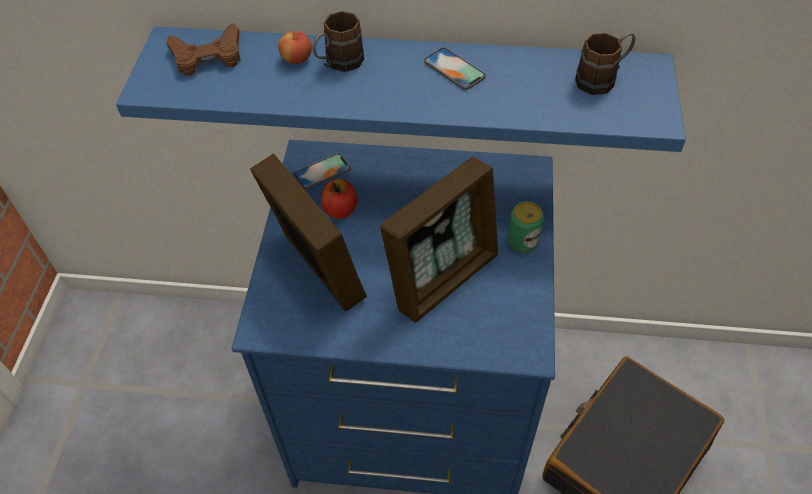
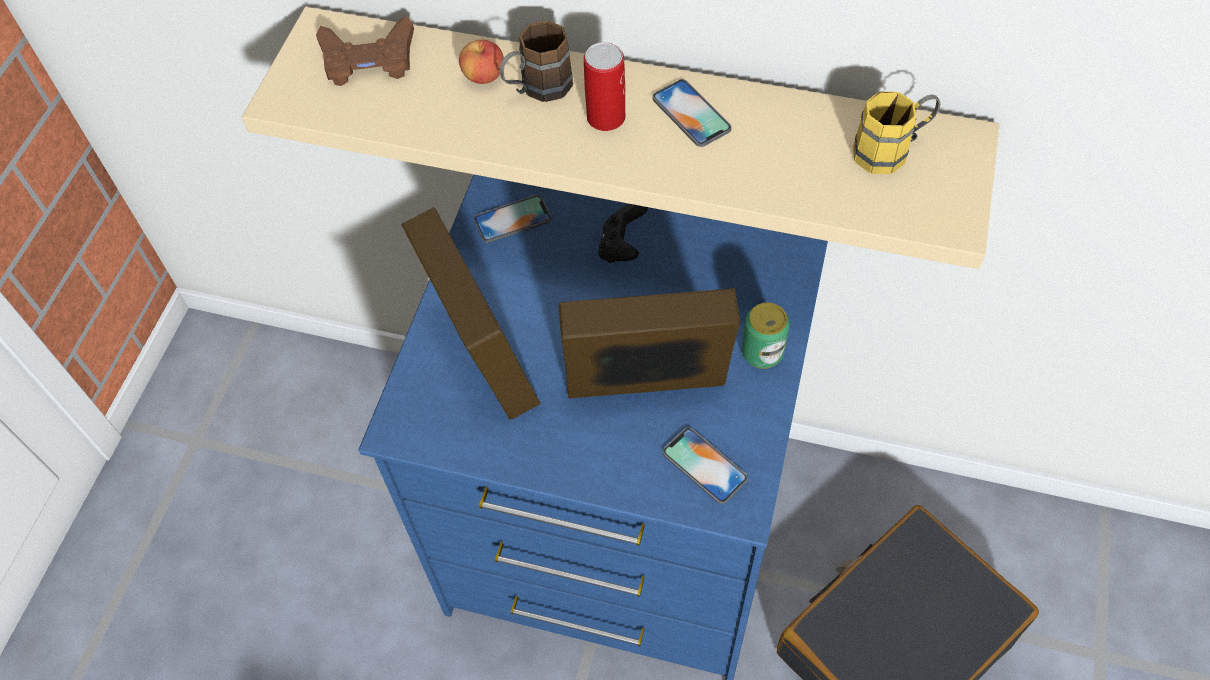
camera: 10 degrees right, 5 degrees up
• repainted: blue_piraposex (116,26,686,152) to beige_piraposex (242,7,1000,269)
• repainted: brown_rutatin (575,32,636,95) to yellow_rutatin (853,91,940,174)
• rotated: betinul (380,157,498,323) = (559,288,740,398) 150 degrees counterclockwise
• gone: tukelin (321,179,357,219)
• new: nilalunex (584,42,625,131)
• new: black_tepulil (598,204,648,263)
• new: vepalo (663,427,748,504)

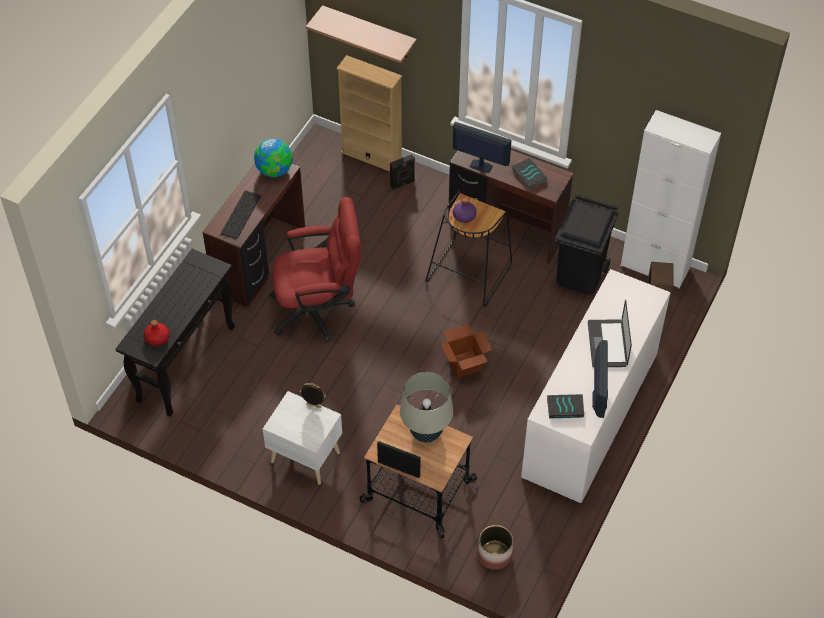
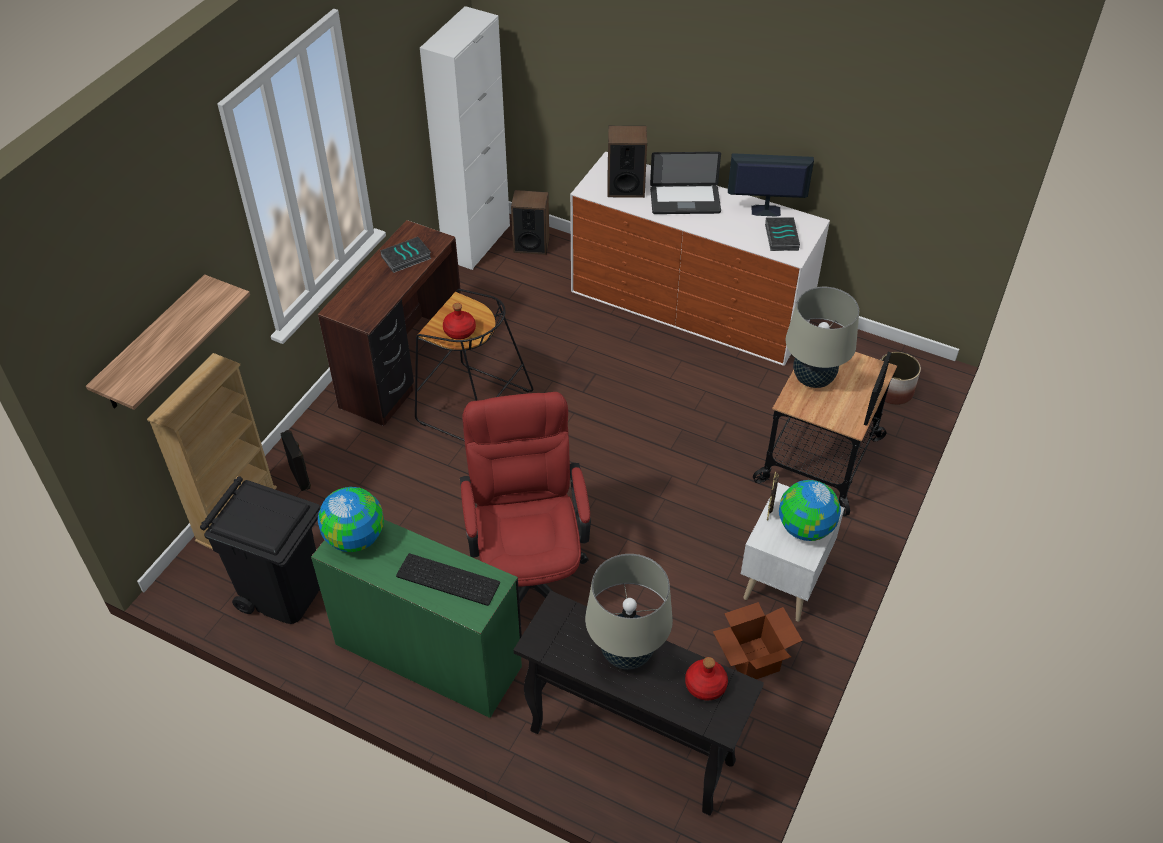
camera: 90 degrees left, 5 degrees down
• gone: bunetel (453,122,511,173)
• repainted: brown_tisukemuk (202,163,305,308) to green_tisukemuk (311,520,522,718)
• shifted: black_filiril (554,195,618,295) to (200,476,321,624)
• repainted: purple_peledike (453,197,477,223) to red_peledike (443,303,476,340)
• shifted: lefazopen (440,324,492,378) to (713,602,803,679)
• new: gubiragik (607,126,647,198)
• new: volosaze (779,480,841,541)
• new: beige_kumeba (585,554,673,670)

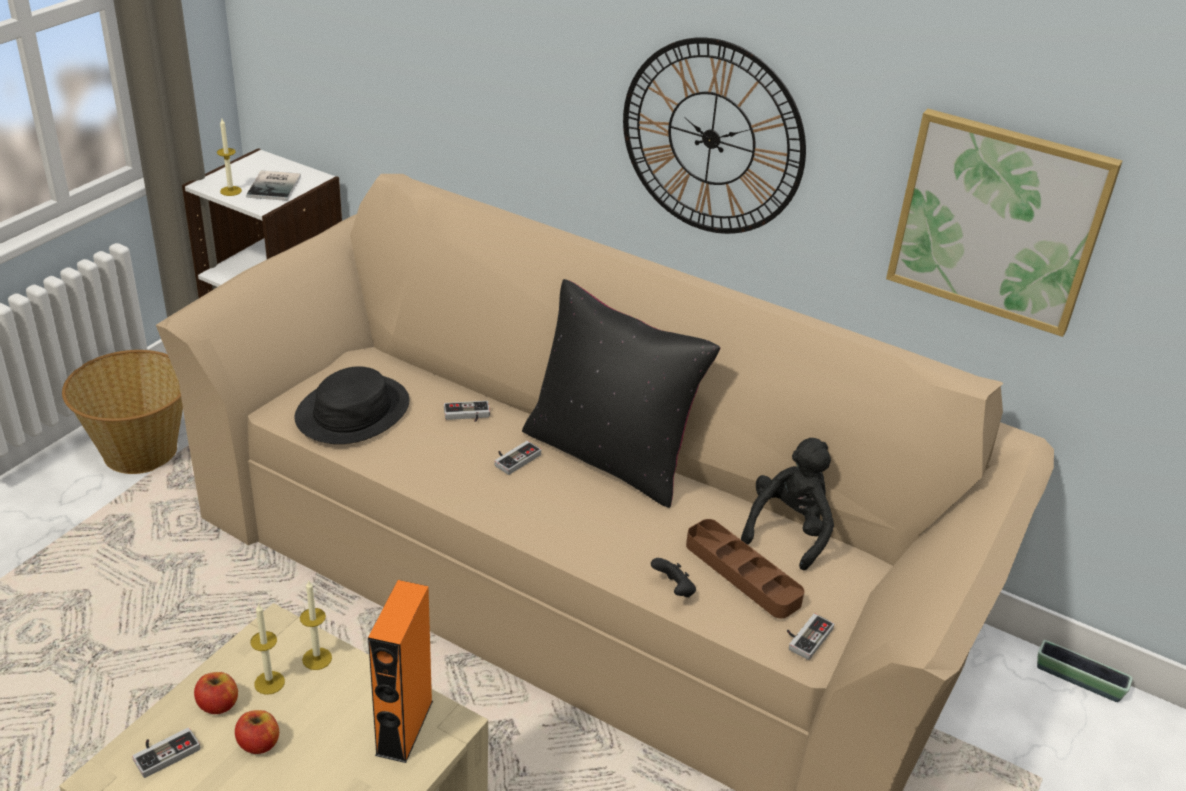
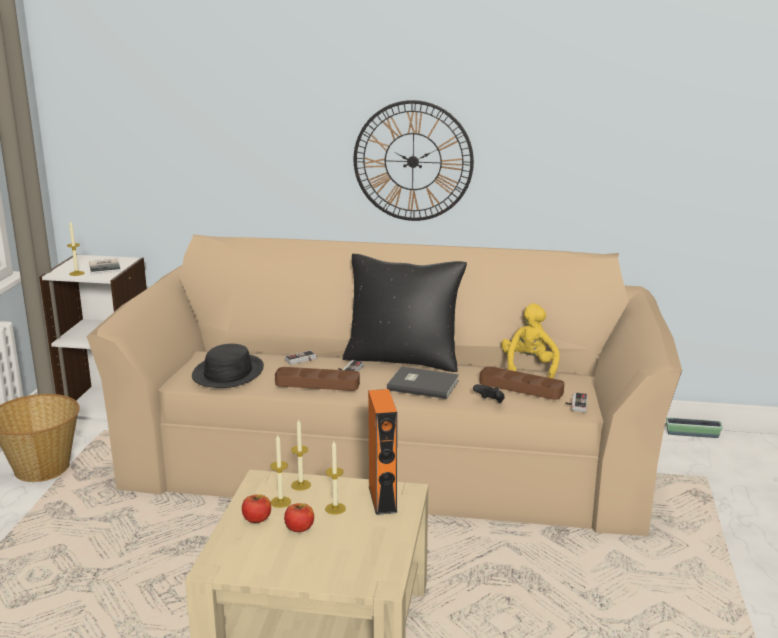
camera: 20 degrees left, 15 degrees down
• gone: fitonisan (886,109,1122,337)
• repainted: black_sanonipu (741,438,834,571) to yellow_sanonipu (501,303,559,379)
• gone: tepulil (132,728,200,778)
• new: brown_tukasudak (275,367,360,391)
• new: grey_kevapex (387,367,459,399)
• new: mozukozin (325,441,346,515)

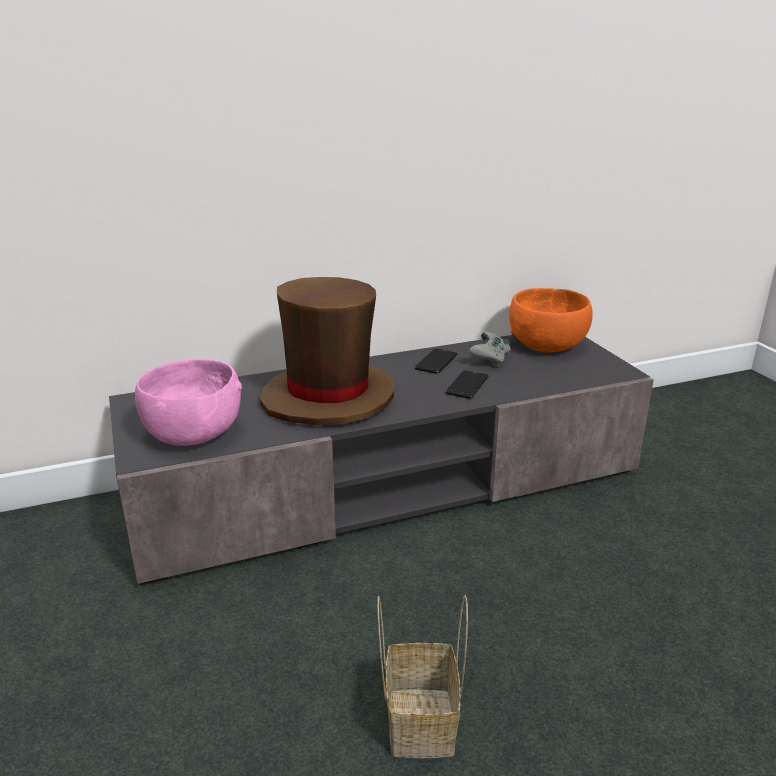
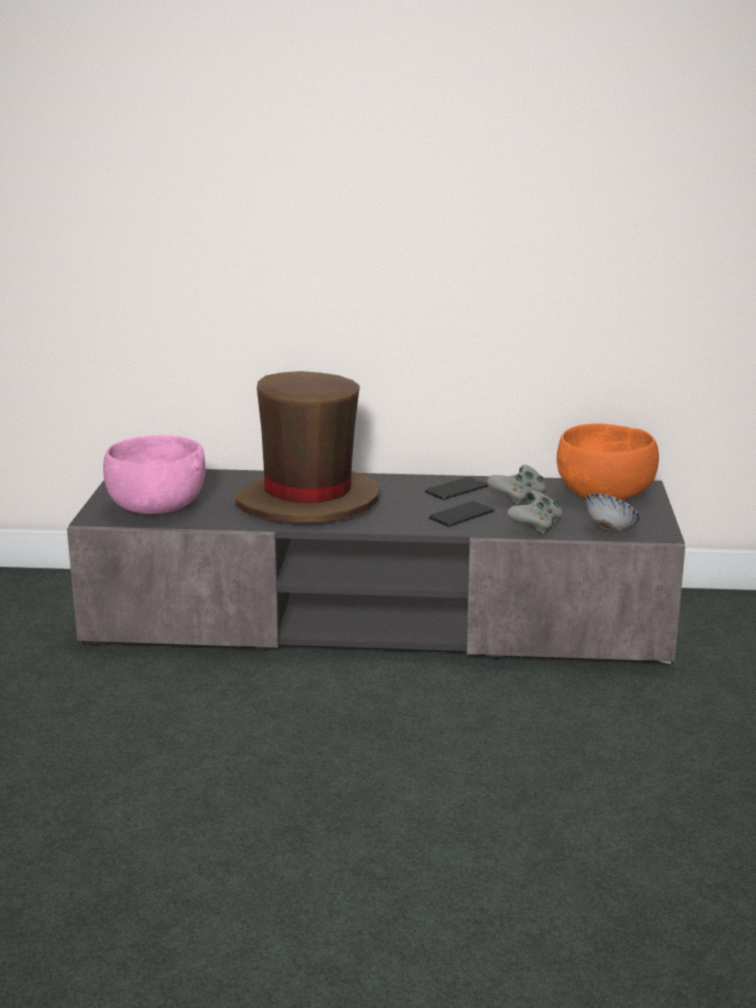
camera: 25 degrees right, 5 degrees down
• gone: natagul (377,595,468,758)
• new: grey_tepulil (507,490,563,534)
• new: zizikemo (585,493,640,531)

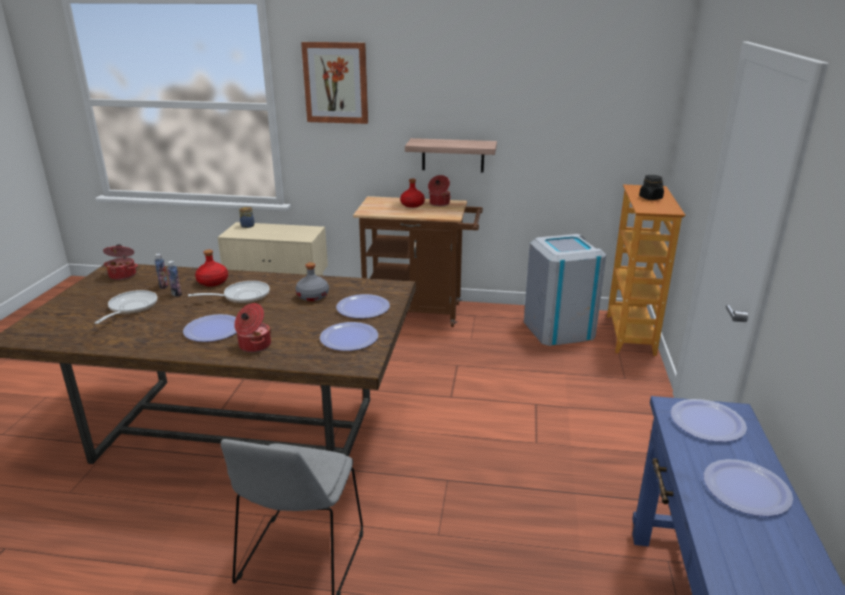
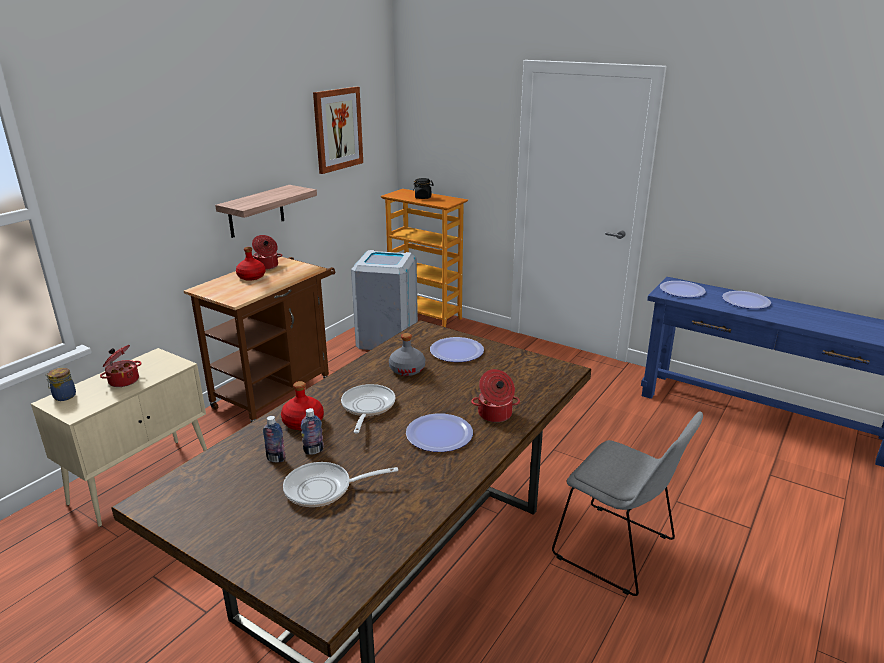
camera: 65 degrees left, 0 degrees up
• shifted: fitonisan (301,42,368,124) to (313,87,363,174)
• shifted: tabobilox (103,244,138,280) to (100,345,142,387)
• rotated: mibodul (94,290,157,324) = (283,462,398,507) 45 degrees counterclockwise
• gone: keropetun (320,322,378,351)

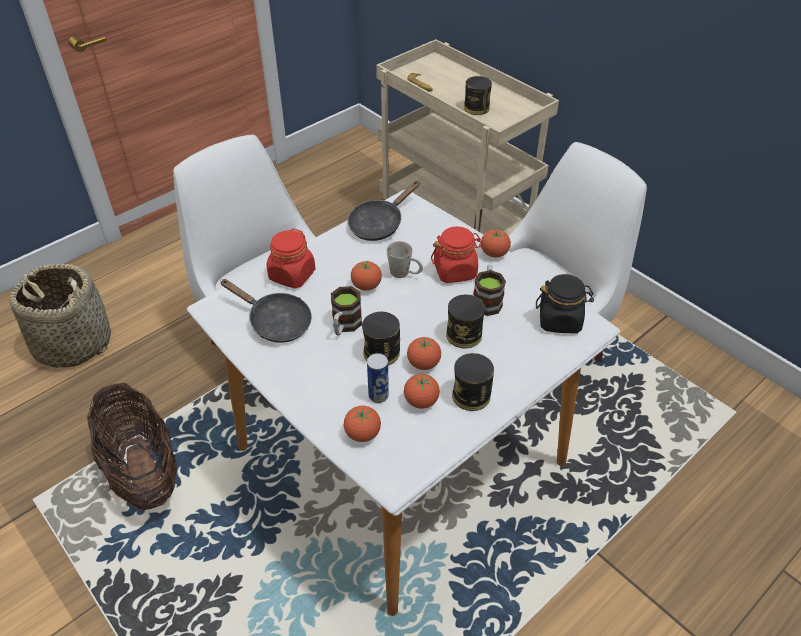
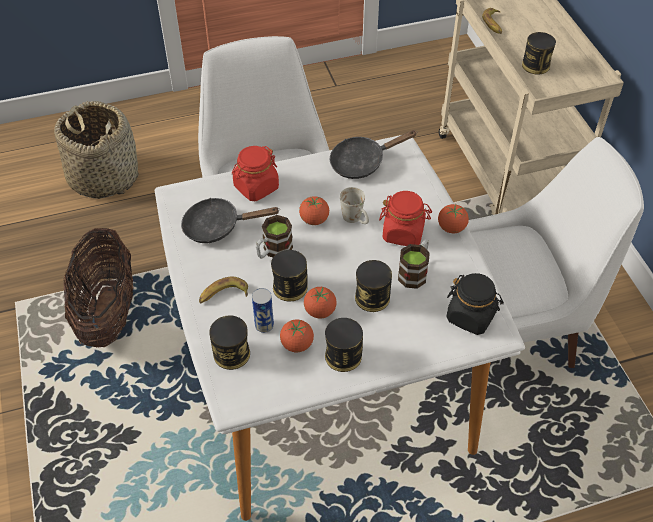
camera: 25 degrees right, 5 degrees up
• rotated: black_mibodul (220,279,312,343) = (181,198,280,243) 120 degrees clockwise
• swapped: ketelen (344,405,381,442) to nilalunex (209,315,250,370)
• new: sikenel (199,277,248,303)

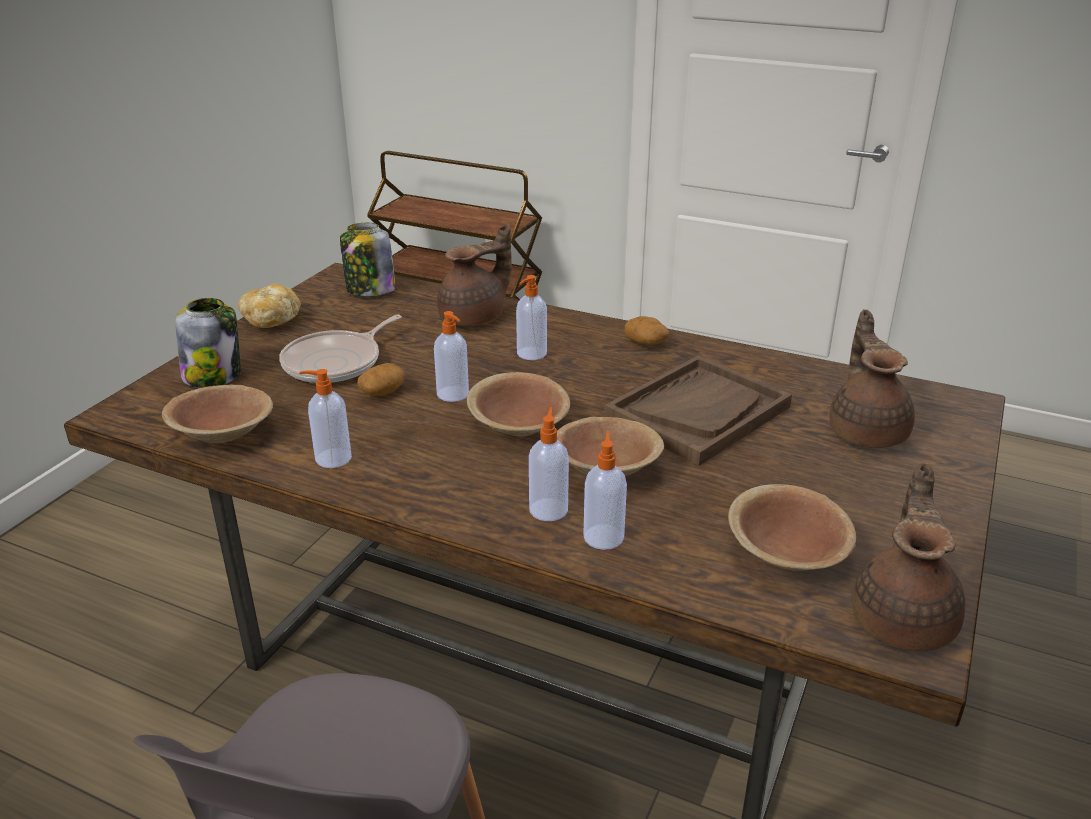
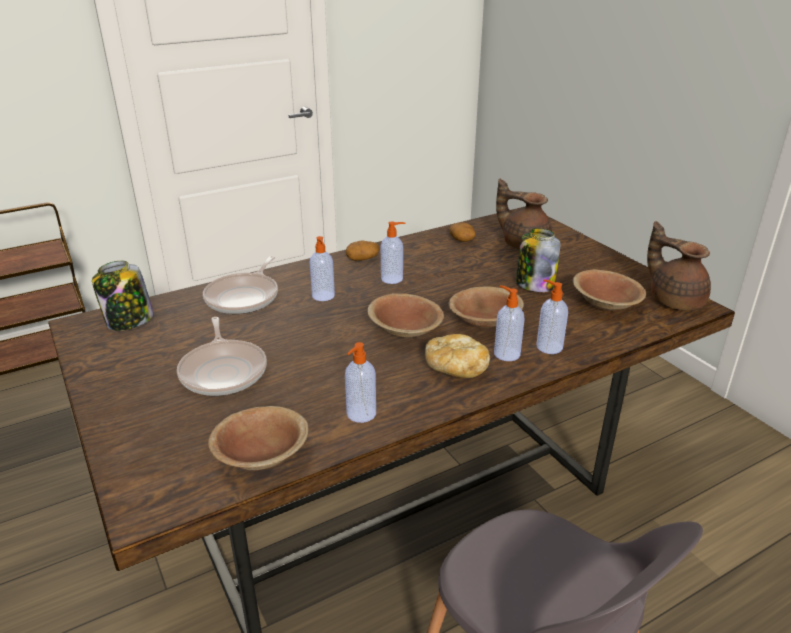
camera: 55 degrees left, 0 degrees up
• swapped: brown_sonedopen (437,223,512,326) to mibodul (203,256,278,314)
• shifted: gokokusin (238,284,301,328) to (425,334,490,378)
• shifted: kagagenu (175,298,241,387) to (516,228,560,292)
• shifted: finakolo (434,311,469,402) to (381,221,405,284)
• gone: brown_tukasudak (604,355,792,466)
• shifted: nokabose (357,363,405,396) to (449,222,476,242)

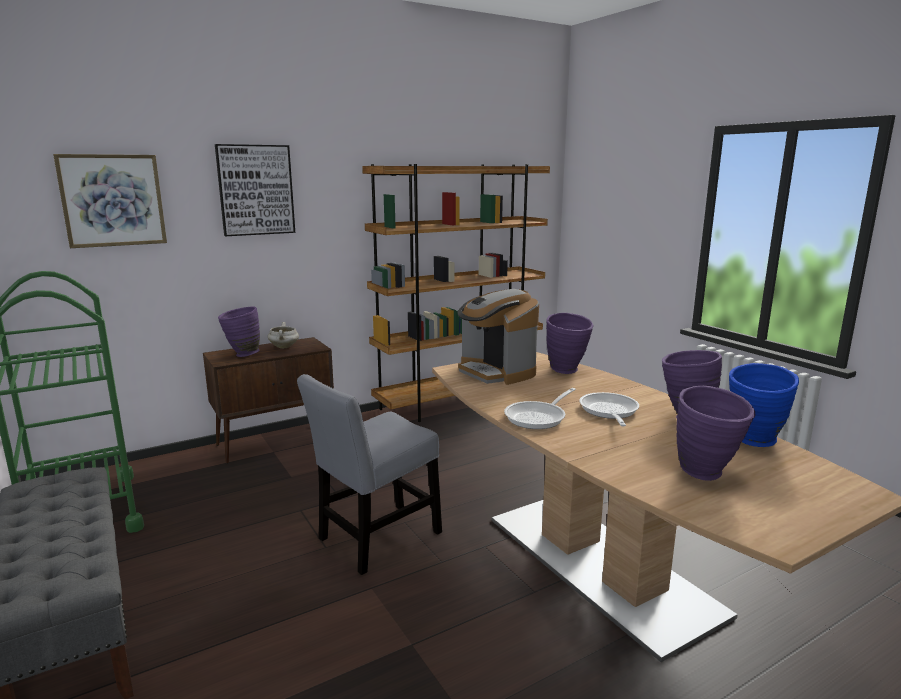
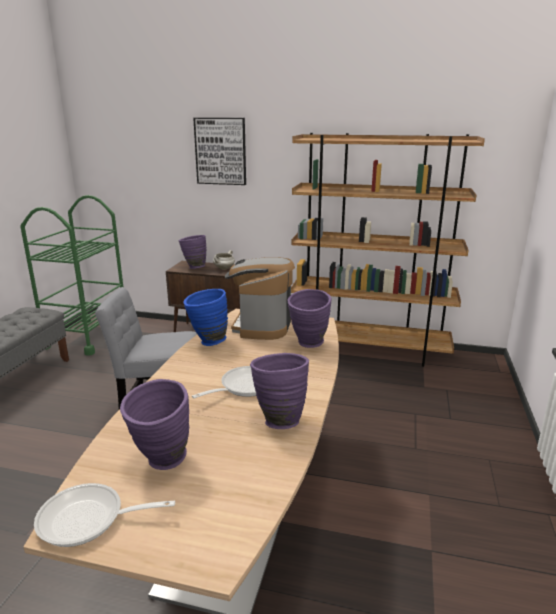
camera: 45 degrees right, 5 degrees up
• gone: fitonisan (53,154,167,248)
• shifted: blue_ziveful (729,363,799,447) to (183,289,228,346)
• shifted: mibodul (504,388,576,429) to (34,483,175,547)

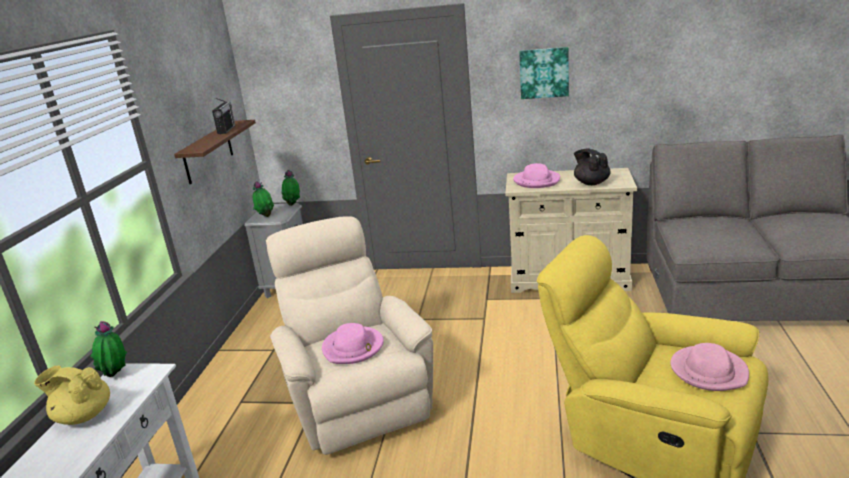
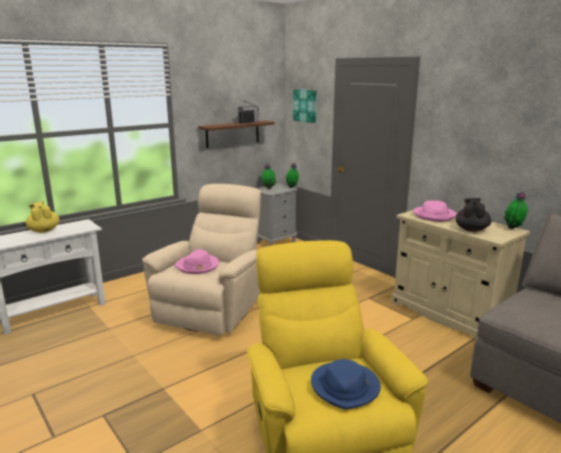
camera: 40 degrees right, 5 degrees down
• shifted: fitonisan (519,47,569,99) to (293,89,317,123)
• shifted: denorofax (90,321,127,377) to (504,192,528,229)
• repainted: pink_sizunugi (671,343,749,391) to blue_sizunugi (311,359,381,410)

